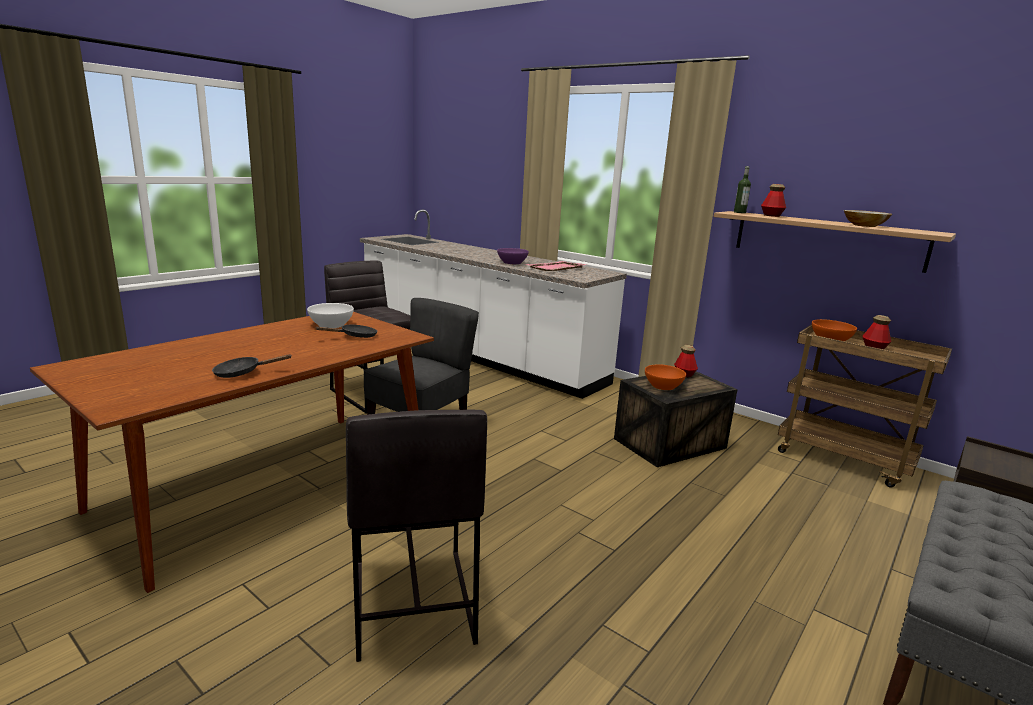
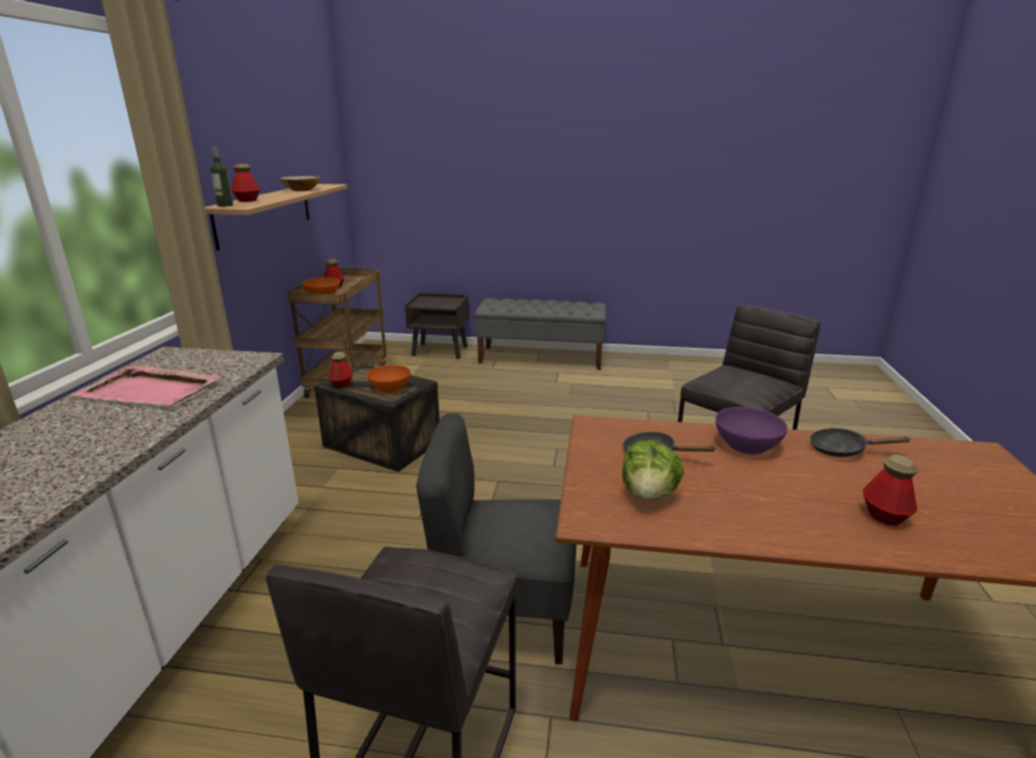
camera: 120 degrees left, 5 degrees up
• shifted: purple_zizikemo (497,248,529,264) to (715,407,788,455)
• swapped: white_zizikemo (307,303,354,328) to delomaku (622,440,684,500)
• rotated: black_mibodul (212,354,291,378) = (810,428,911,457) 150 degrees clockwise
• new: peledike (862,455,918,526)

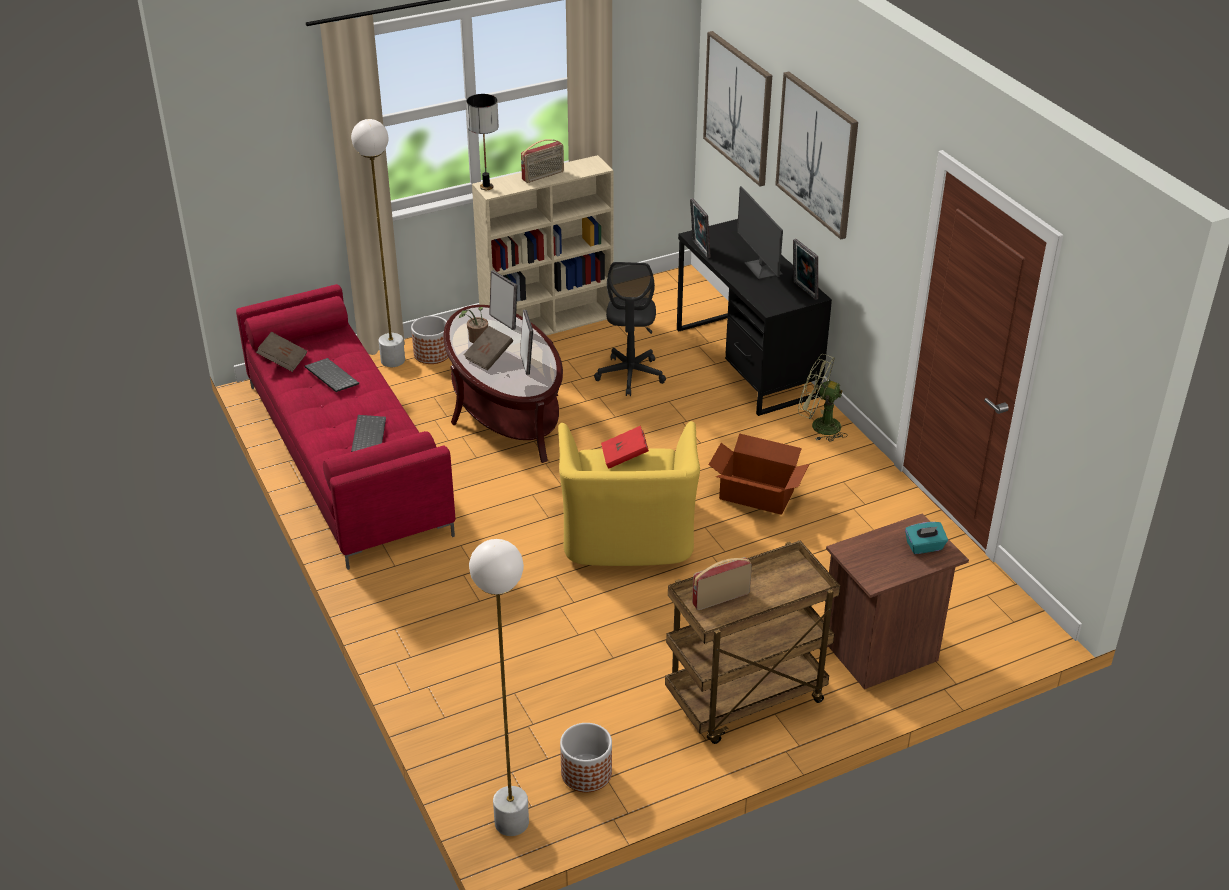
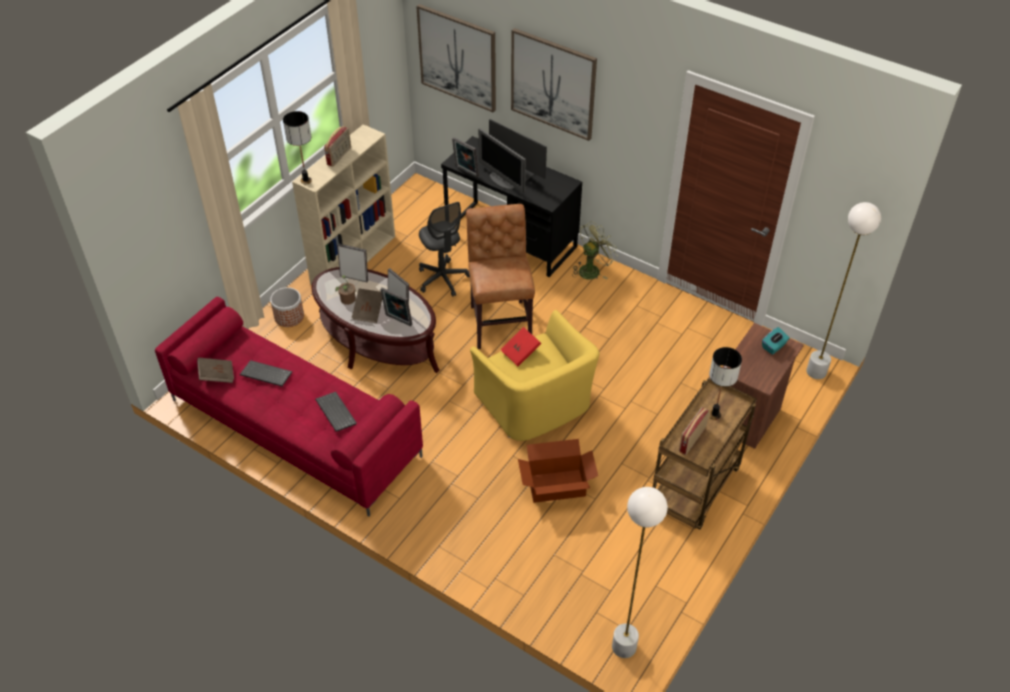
camera: 30 degrees left, 10 degrees up
• shifted: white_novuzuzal (351,119,405,367) to (806,202,881,379)
• shifted: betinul (793,239,818,300) to (380,288,412,326)
• rotated: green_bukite (798,354,848,442) = (572,221,618,279) 150 degrees clockwise
• shifted: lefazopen (709,433,809,515) to (518,439,598,503)
• gone: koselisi (560,723,612,792)
• new: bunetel (478,128,526,193)
• new: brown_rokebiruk (466,204,535,349)
• new: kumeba (709,347,742,420)

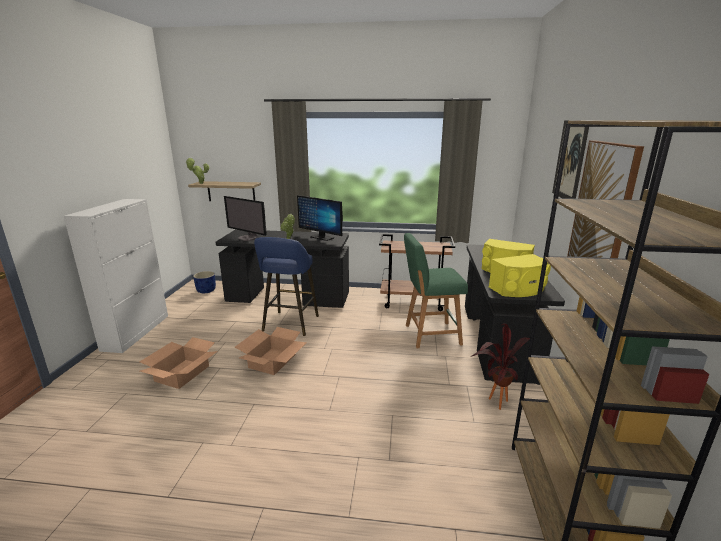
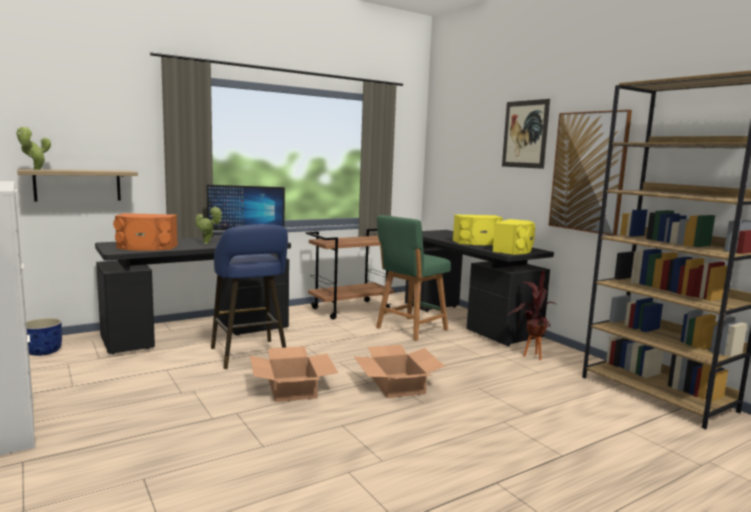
camera: 40 degrees left, 10 degrees down
• swapped: bunetel (224,196,267,241) to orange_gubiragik (113,213,178,251)
• shifted: lefazopen (140,337,218,389) to (354,345,445,398)

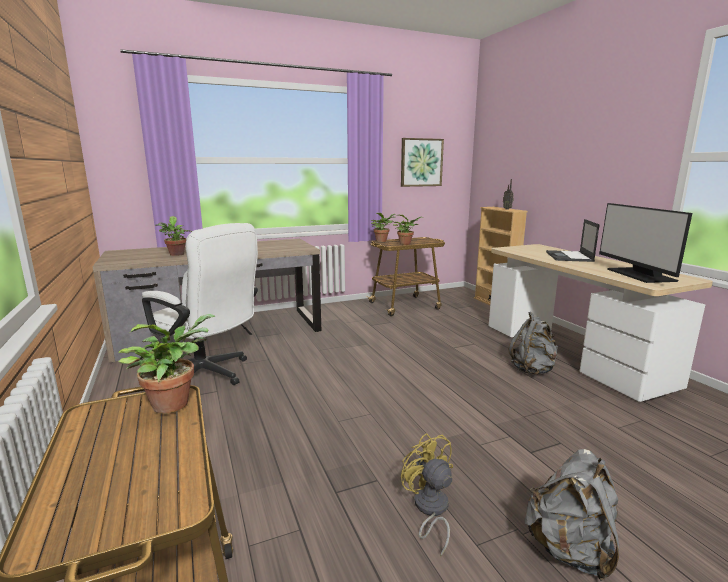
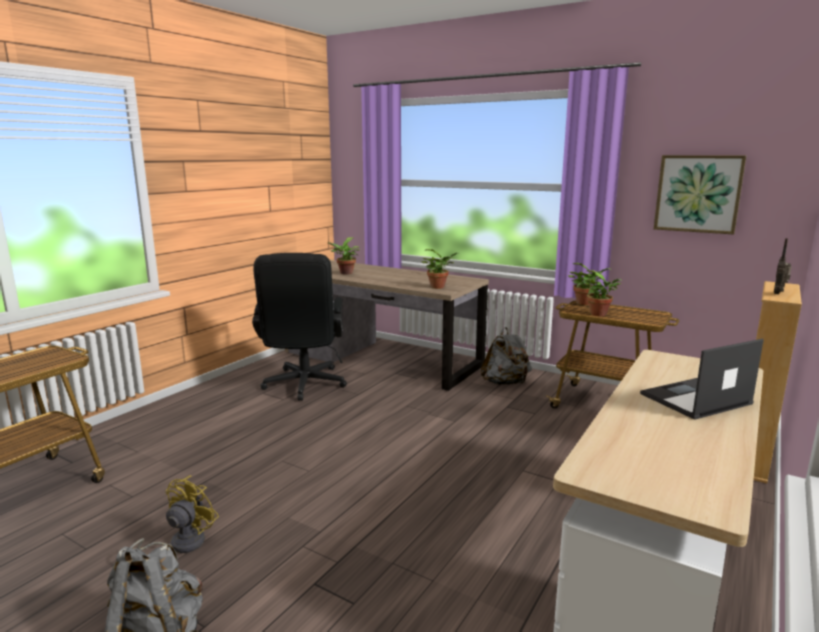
camera: 55 degrees right, 0 degrees up
• gone: bunetel (599,203,692,283)
• repainted: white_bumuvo (142,223,258,385) to black_bumuvo (252,253,347,401)
• shifted: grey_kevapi (509,312,558,375) to (481,327,532,385)
• shifted: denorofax (118,314,216,414) to (421,249,459,289)

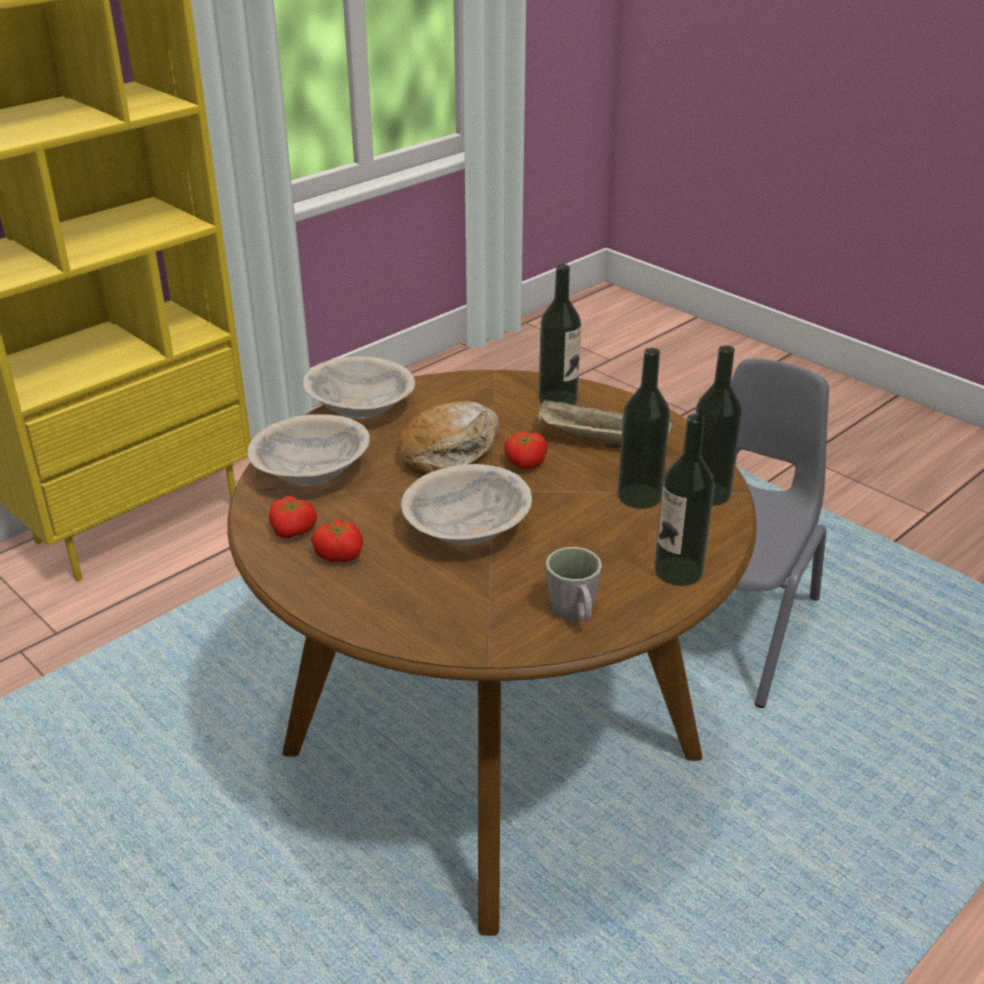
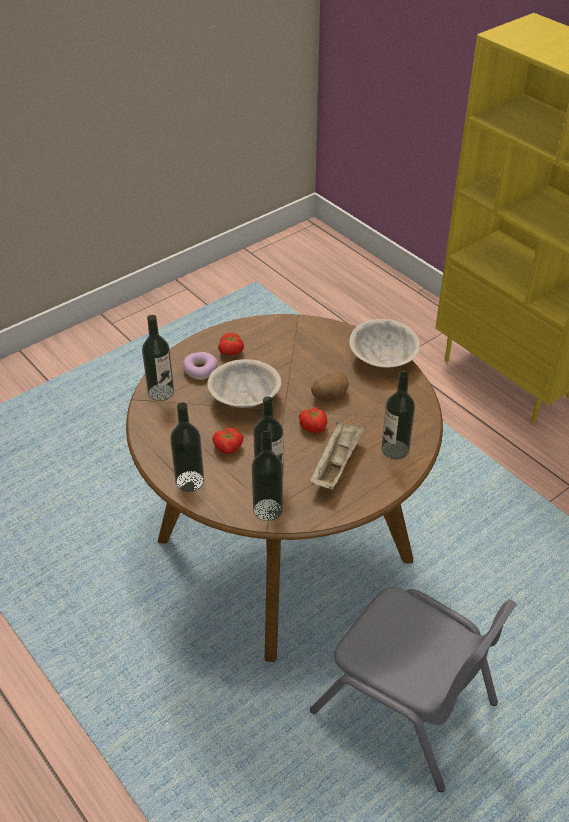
camera: 95 degrees right, 10 degrees up
• swapped: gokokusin (399,401,499,475) to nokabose (311,372,349,399)
• gone: beige_zizikemo (248,414,370,486)
• shifted: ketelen (269,496,317,538) to (212,428,243,454)
• gone: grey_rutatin (546,547,602,622)
• new: peledike (142,315,174,401)
• new: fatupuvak (183,352,218,380)

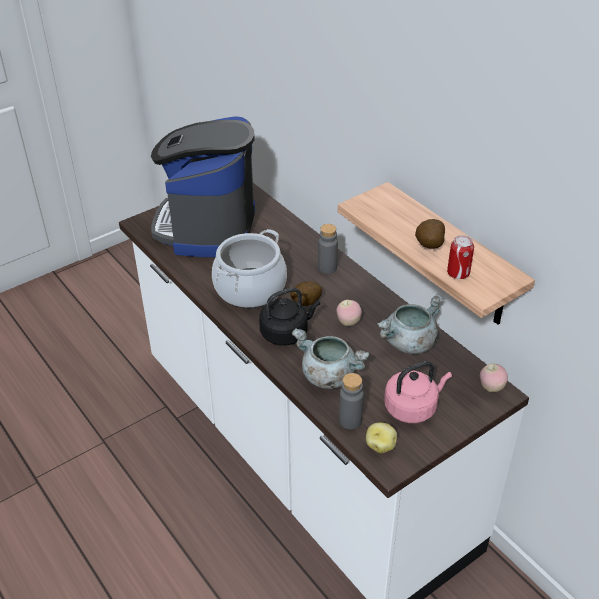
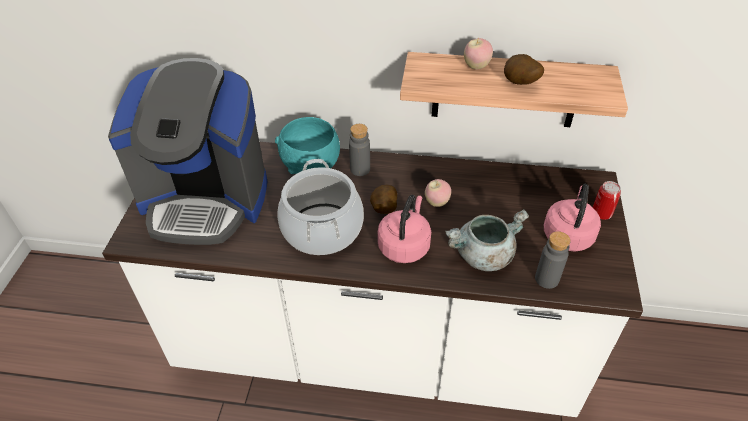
camera: 45 degrees left, 5 degrees up
• rotated: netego (151,116,255,257) = (108,58,268,245) 45 degrees counterclockwise
• shifted: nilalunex (447,235,474,279) to (592,181,621,220)
• repainted: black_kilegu (259,288,320,345) to pink_kilegu (377,195,431,263)
• gone: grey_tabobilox (377,294,444,354)
• shifted: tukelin (480,363,508,392) to (464,38,493,70)
• gone: nokabose (366,422,397,453)
• new: turquoise_zizikemo (275,117,340,174)

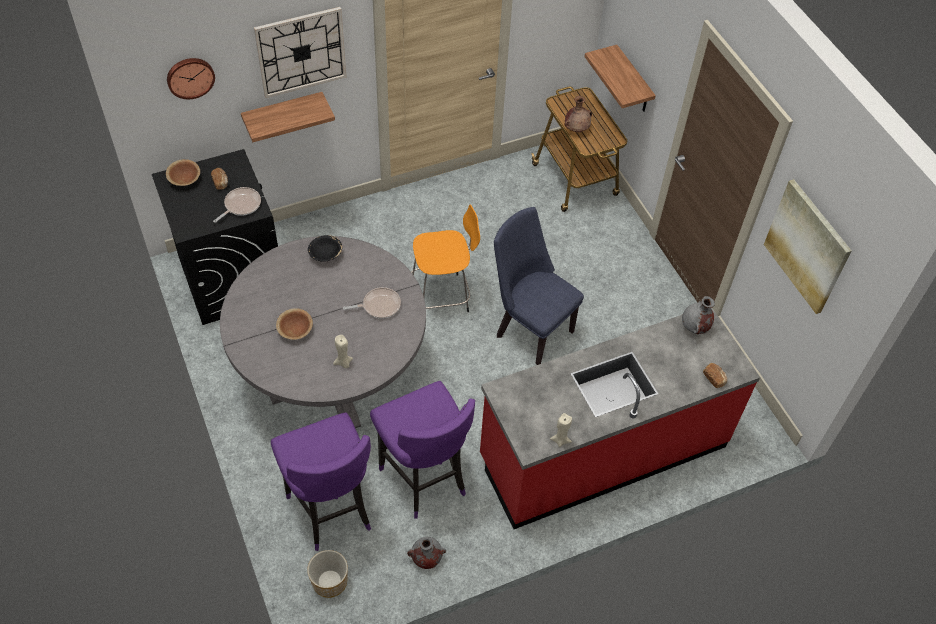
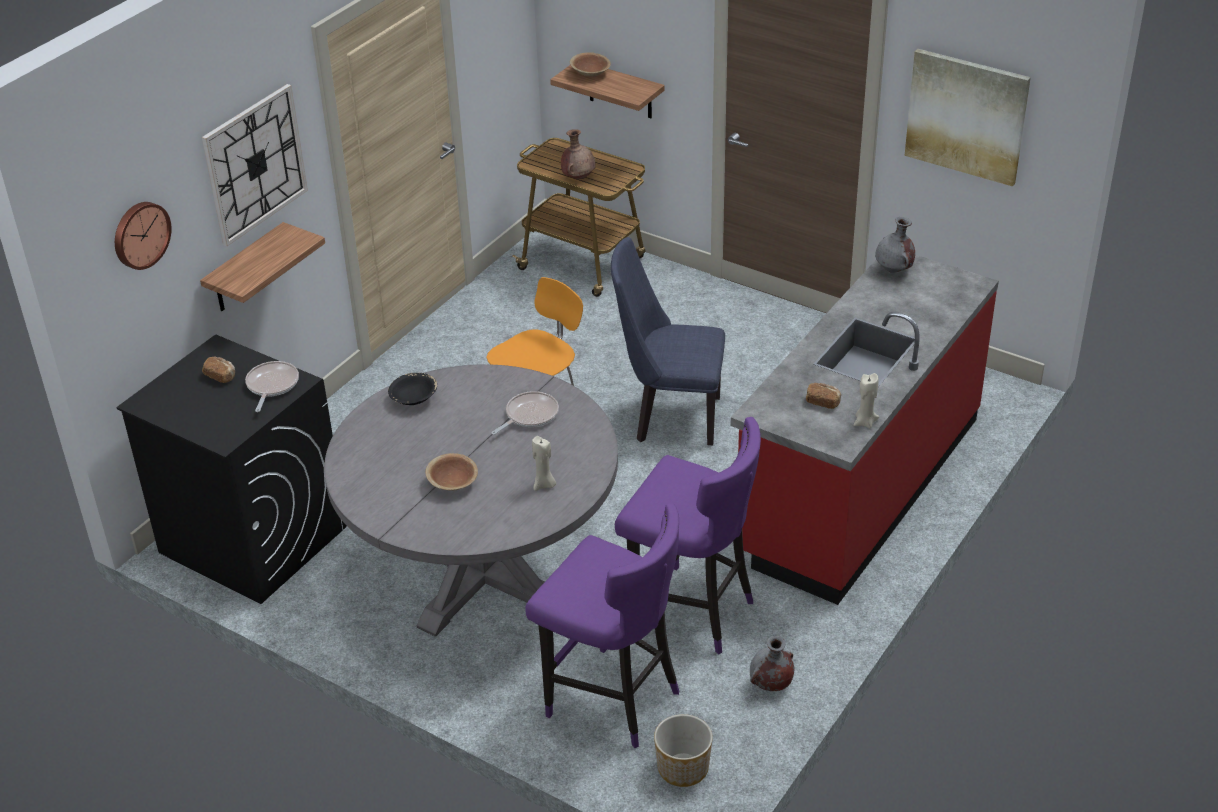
camera: 30 degrees left, 15 degrees down
• shifted: brown_zizikemo (166,159,200,186) to (570,52,611,77)
• shifted: gokokusin (703,363,728,388) to (806,383,841,409)

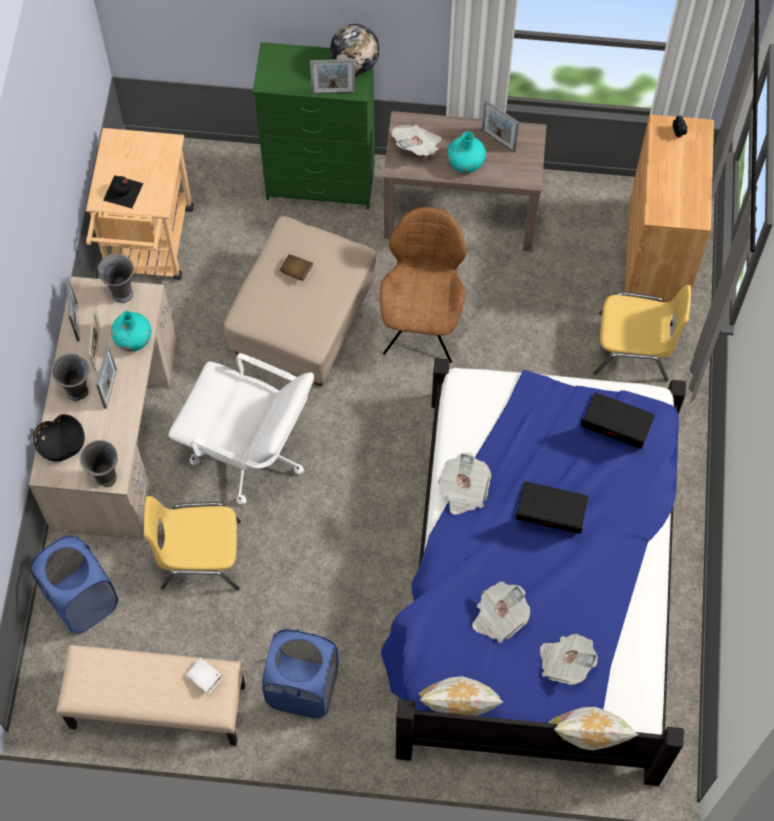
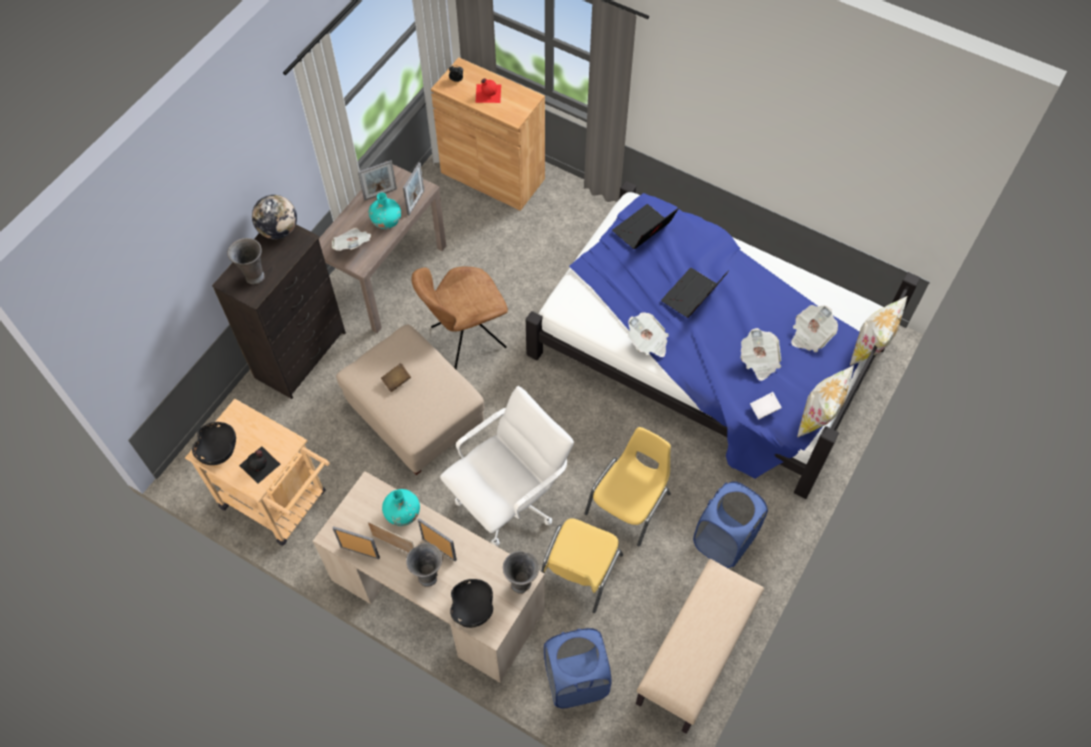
camera: 65 degrees left, 5 degrees down
• repainted: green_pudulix (253,42,375,209) to black_pudulix (212,224,346,399)
• shifted: betinul (310,59,355,94) to (403,162,424,215)
• rotated: brown_rokebiruk (380,207,467,363) = (411,267,508,369) 60 degrees counterclockwise
• shifted: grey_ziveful (98,254,134,303) to (227,238,265,284)
• shifted: yellow_rokebiruk (593,285,691,382) to (585,427,671,547)
• shifted: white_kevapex (186,658,223,694) to (750,392,782,419)
• new: red_peledike (475,78,501,103)
• new: black_zizikemo (192,422,236,465)

